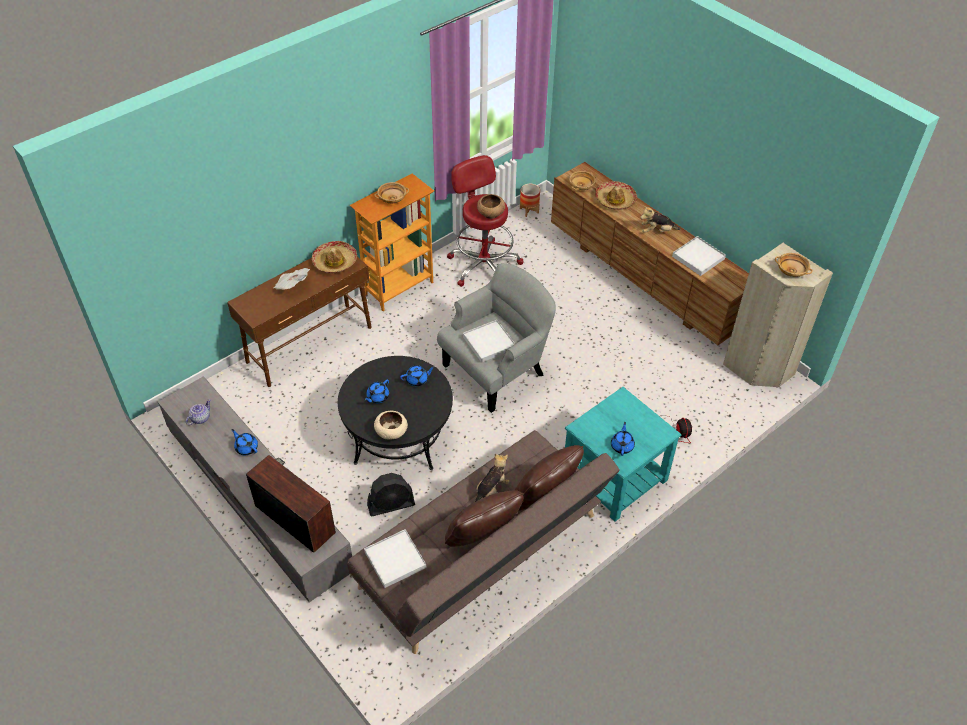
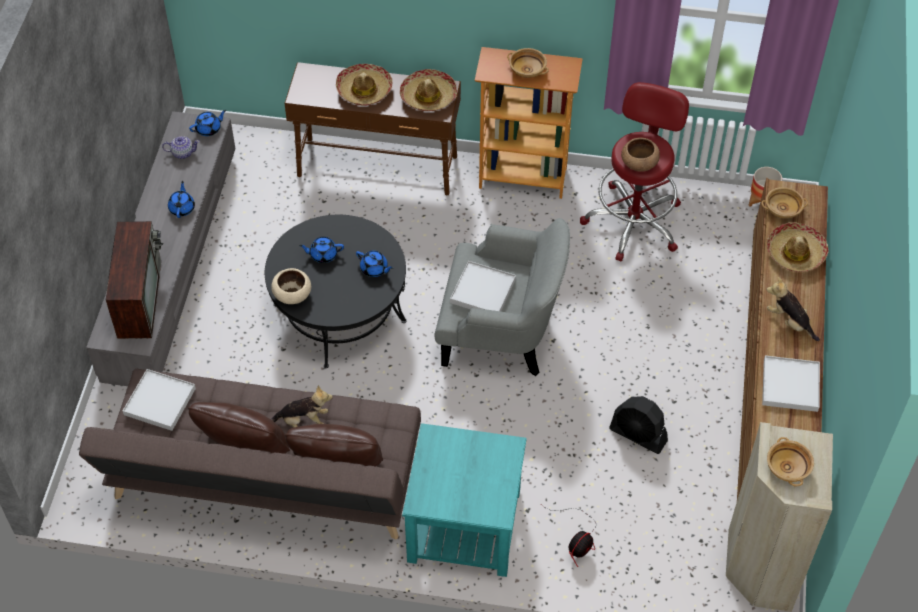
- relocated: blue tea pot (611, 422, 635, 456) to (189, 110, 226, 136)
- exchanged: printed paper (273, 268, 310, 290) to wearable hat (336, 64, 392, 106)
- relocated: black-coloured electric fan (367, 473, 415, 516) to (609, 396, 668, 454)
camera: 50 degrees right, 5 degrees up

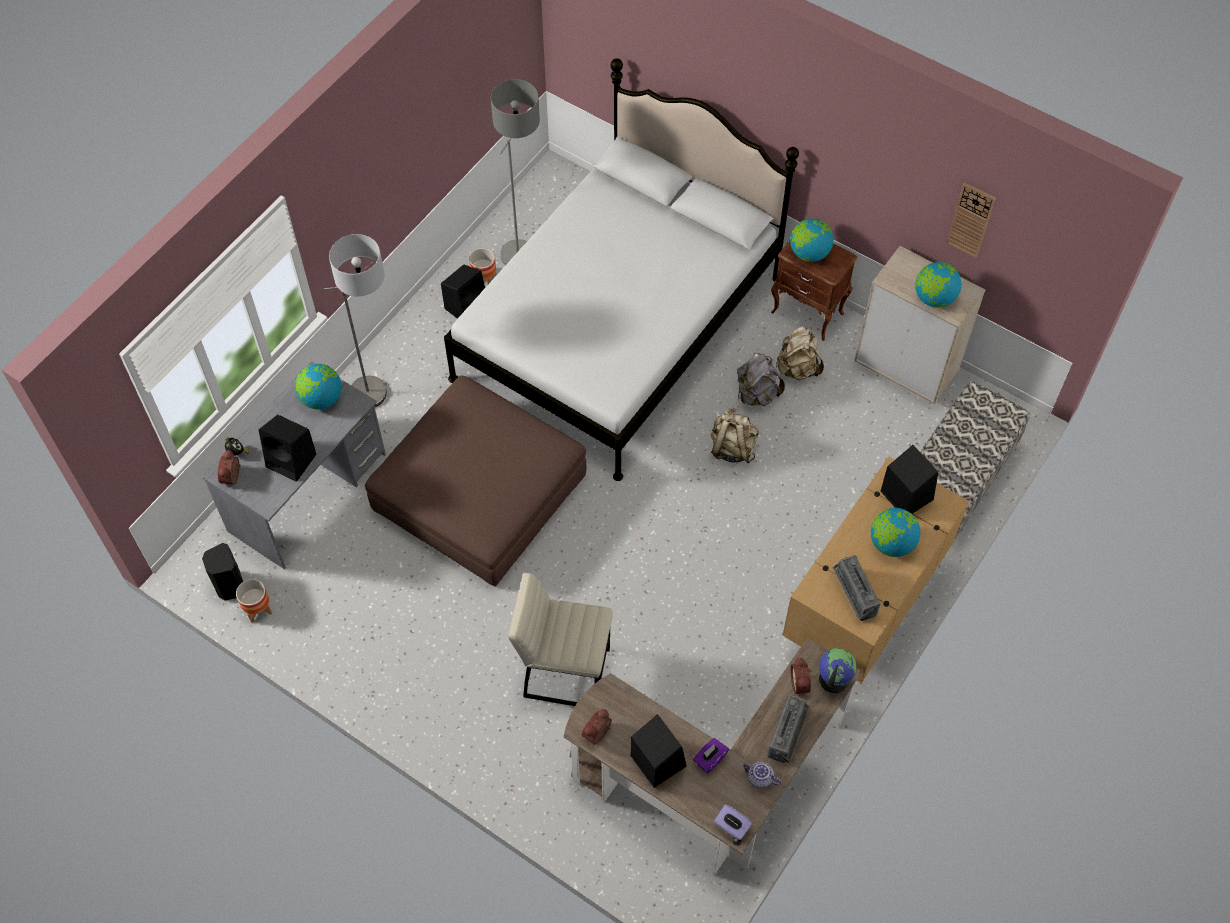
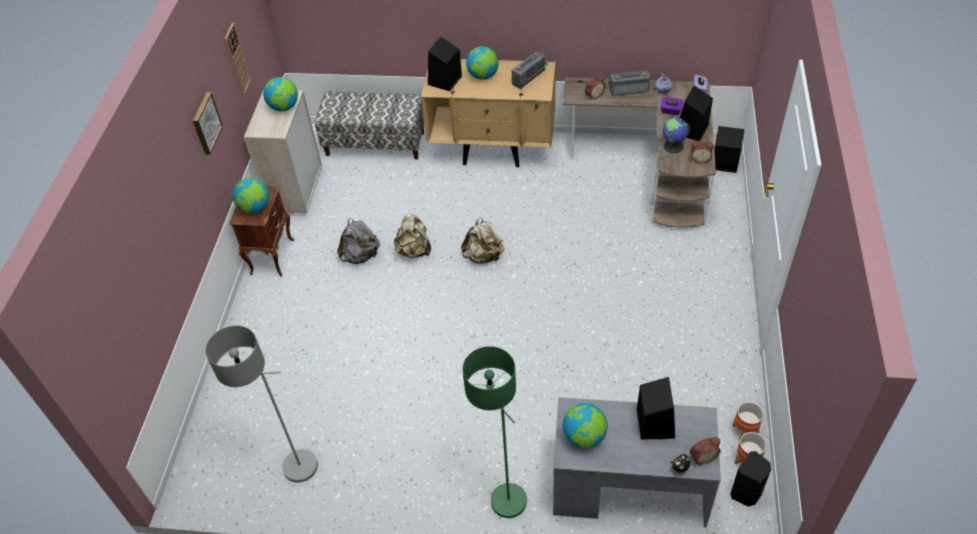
- appeared: wall art (193, 92, 223, 154)
- relocated: beige backpack (776, 326, 824, 380) to (461, 217, 504, 264)
- colour: greyish standing lamp (324, 234, 387, 407) to green standing lamp (463, 346, 527, 518)
- relocated: desk globe (819, 648, 856, 693) to (663, 118, 690, 153)
- relocated: black-coloured audio speaker (441, 265, 485, 319) to (714, 126, 744, 173)
- relocated: flower pot (469, 248, 497, 285) to (732, 402, 764, 441)
- missing: brown footrest (365, 375, 586, 587)
- missing: white-coloured bedroom bed (444, 58, 799, 481)
- missing: beige chair (508, 573, 613, 706)
camera: 115 degrees left, 10 degrees down

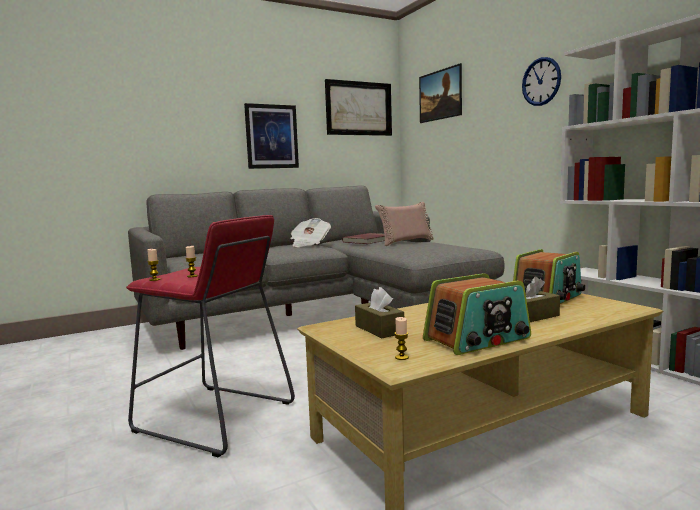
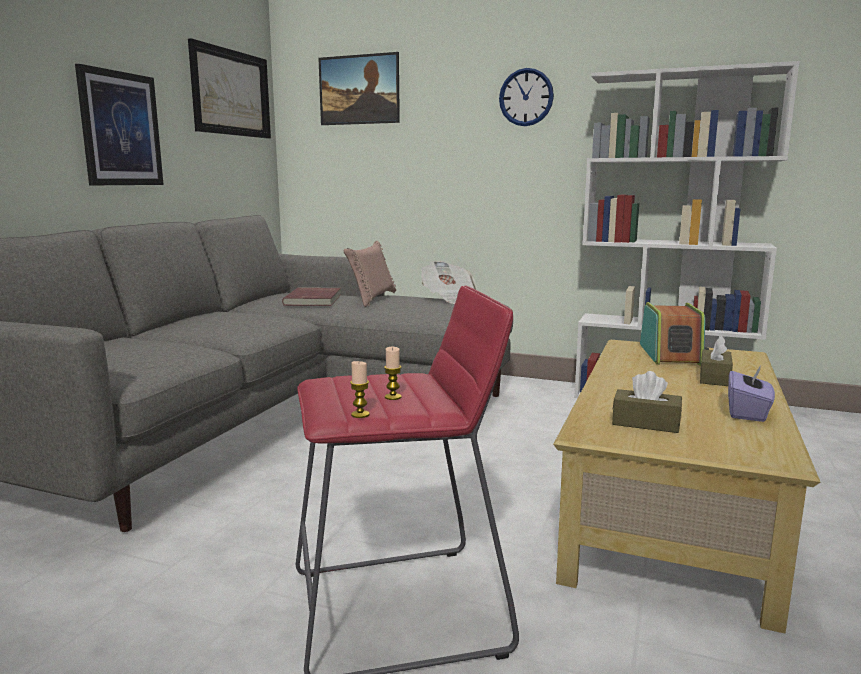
- relocated: printed paper (290, 218, 331, 247) to (421, 261, 478, 304)
- exchanged: radio set (423, 273, 531, 355) to purplish tissue box (728, 366, 775, 422)
- missing: candle (394, 317, 409, 360)
camera: 40 degrees left, 5 degrees up

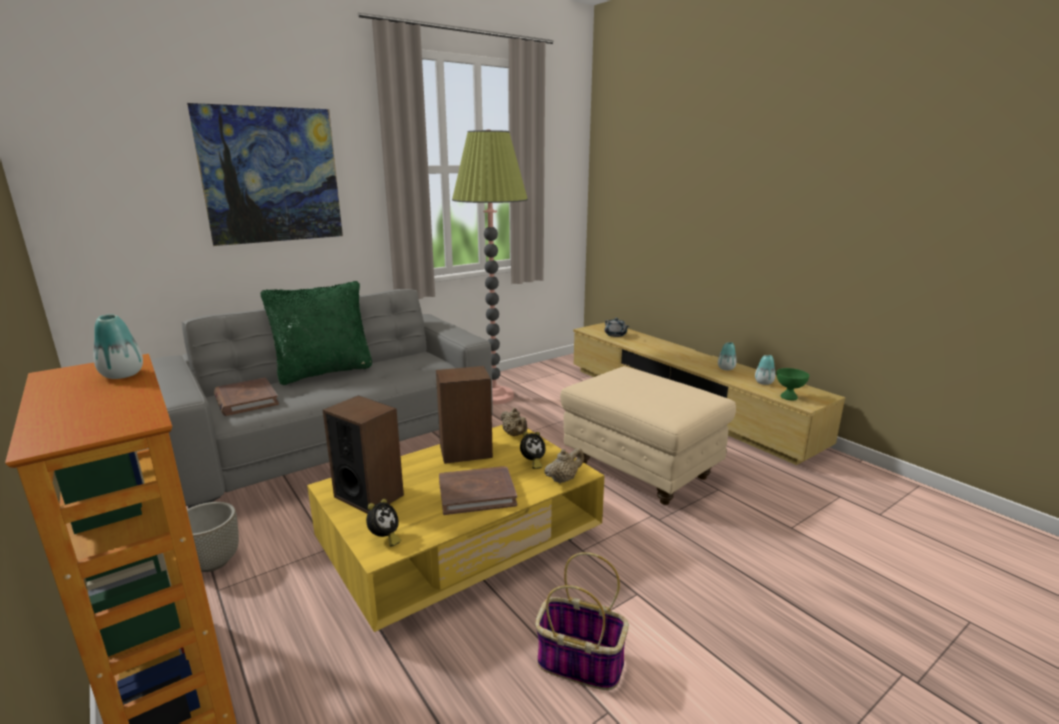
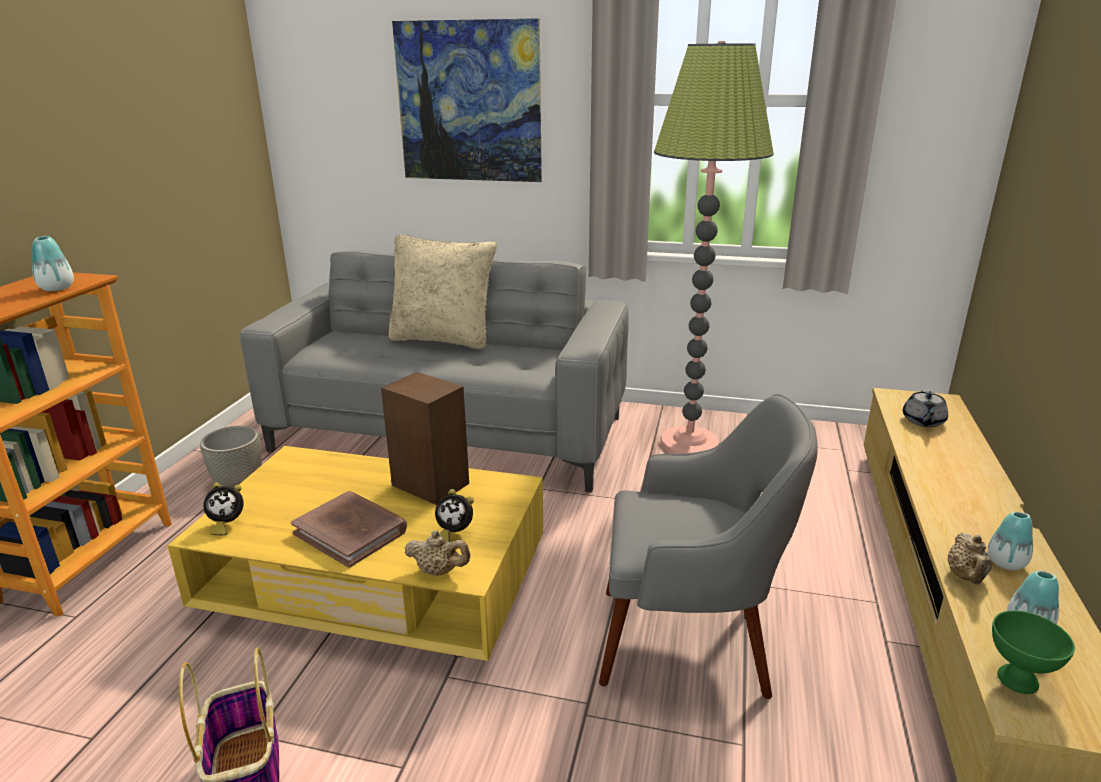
- colour: green pillow (260, 281, 372, 385) to beige pillow (389, 234, 498, 349)
- exchanged: beige footrest (560, 366, 736, 505) to greyish easy chair (599, 394, 818, 699)
- relocated: beige tea pot (501, 408, 527, 436) to (948, 533, 992, 584)
- missing: brown volume (214, 378, 279, 416)
- missing: audio speaker (323, 395, 404, 514)
camera: 50 degrees right, 5 degrees up

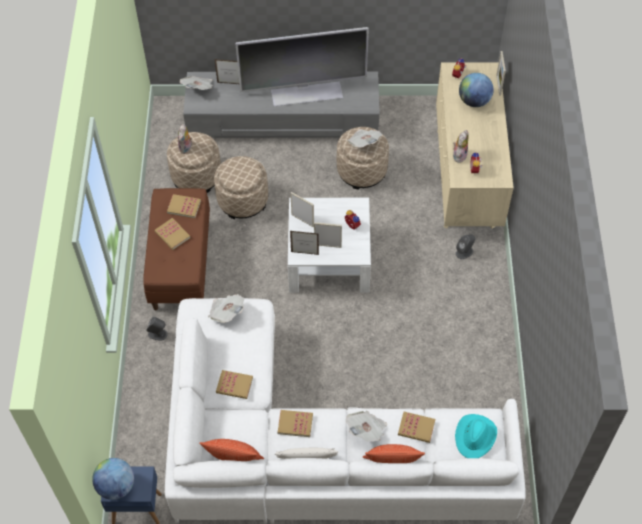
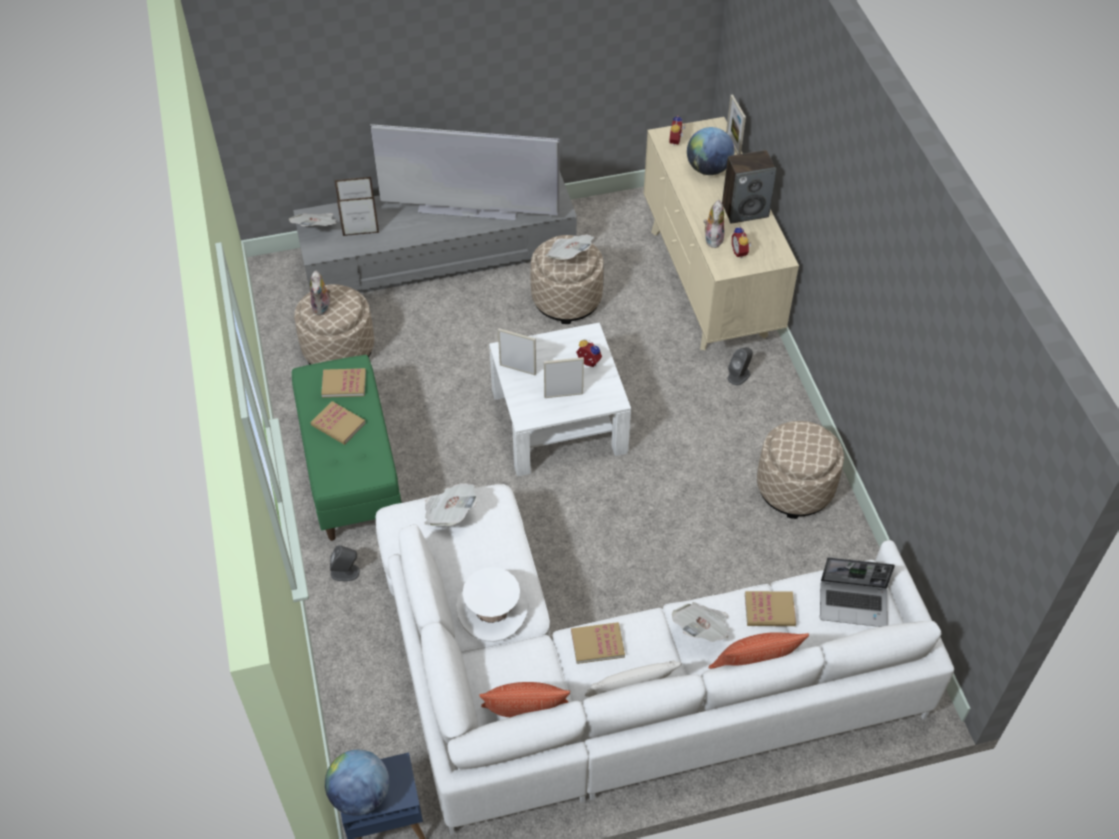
- colour: brown long seat (143, 188, 210, 310) to green long seat (292, 355, 402, 541)
- relocated: picture frame (290, 231, 319, 255) to (337, 197, 379, 236)
- spun: television (235, 27, 369, 106) = (370, 124, 559, 220) 150 degrees counterclockwise
- exchanged: volume (216, 370, 253, 399) to white-coloured wearable hat (456, 567, 529, 642)
- appeared: audio speaker (722, 150, 777, 224)
- relocated: beige footrest (214, 156, 268, 219) to (757, 421, 844, 519)
- exchanged: turquoise wearable hat (455, 414, 497, 458) to laptop (820, 557, 895, 627)
camera: 15 degrees left, 5 degrees down

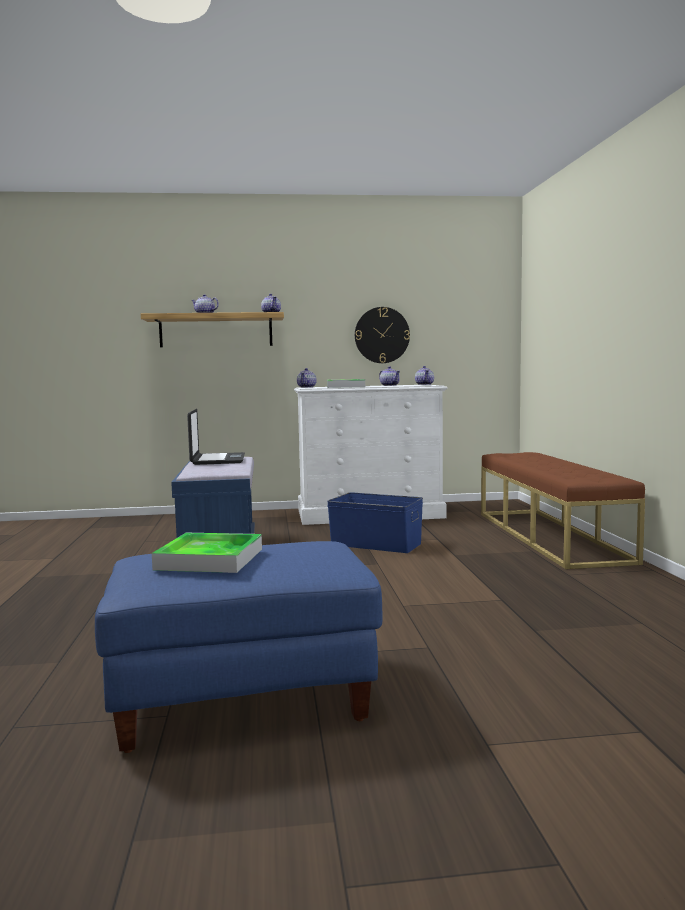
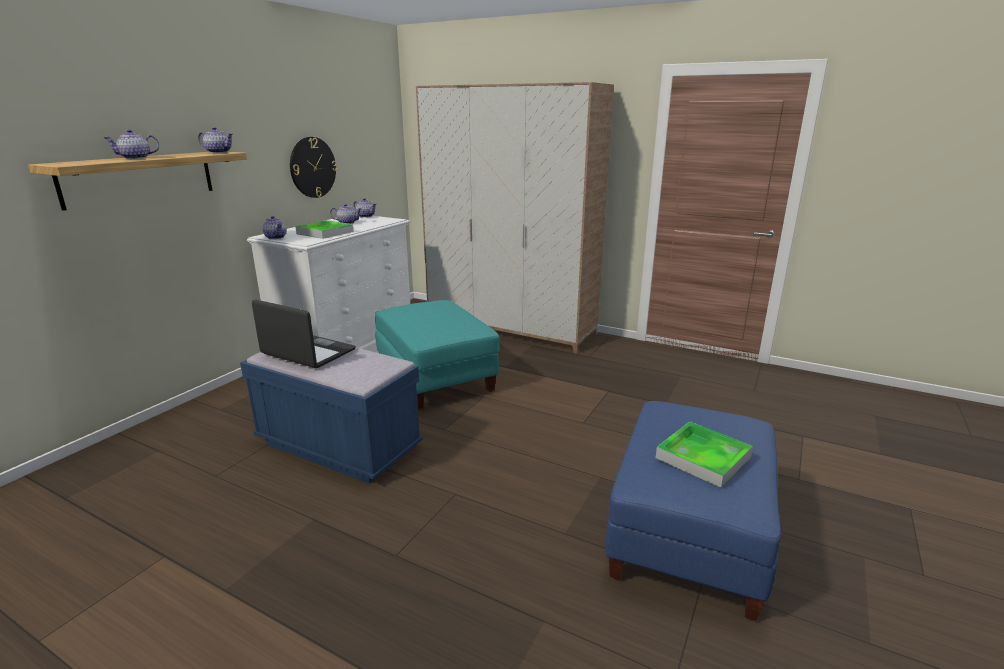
- exchanged: blue storage bin (327, 492, 423, 553) to turquoise footrest (375, 300, 499, 410)
- exchanged: brown long seat (481, 452, 645, 569) to white-coloured wardrobe (416, 82, 614, 354)
camera: 55 degrees left, 15 degrees up

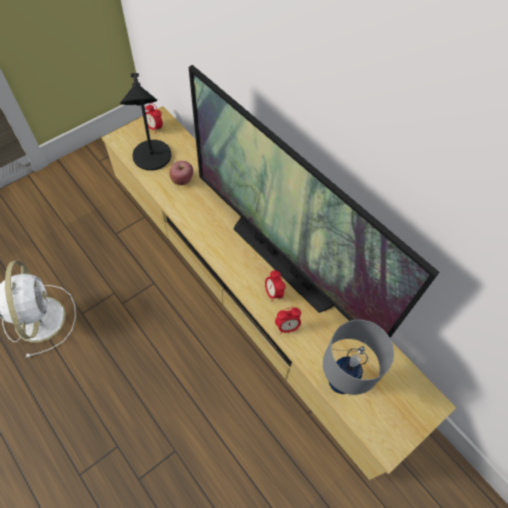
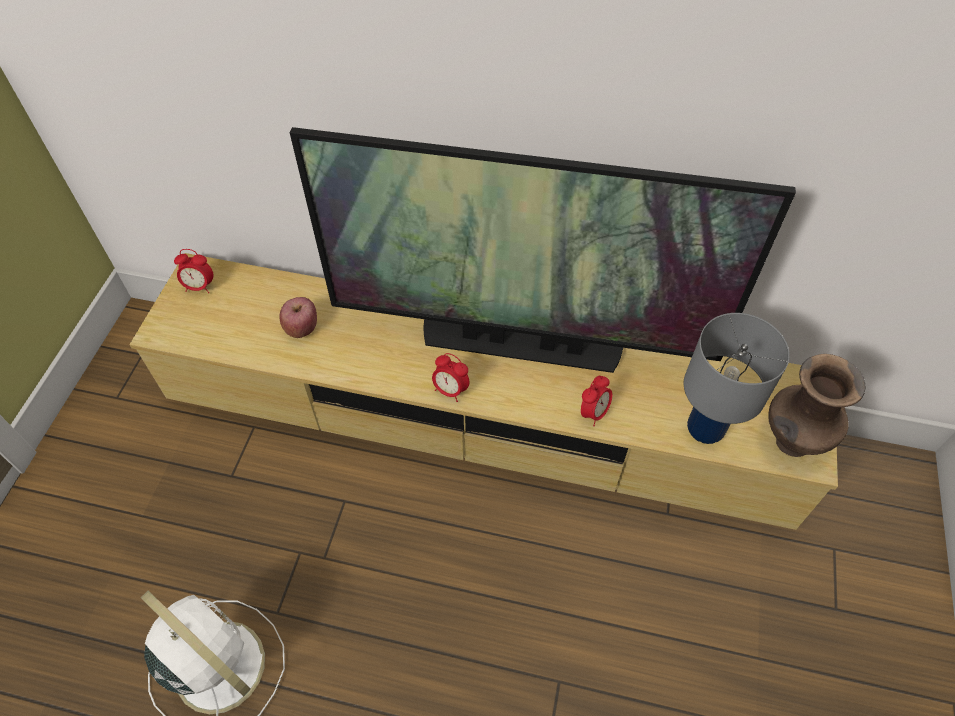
- relocated: alarm clock (265, 270, 286, 302) to (432, 353, 470, 402)
- appeared: brown decorative vase (768, 354, 865, 457)
- missing: black-coloured table lamp (120, 73, 171, 171)
camera: 35 degrees left, 5 degrees down

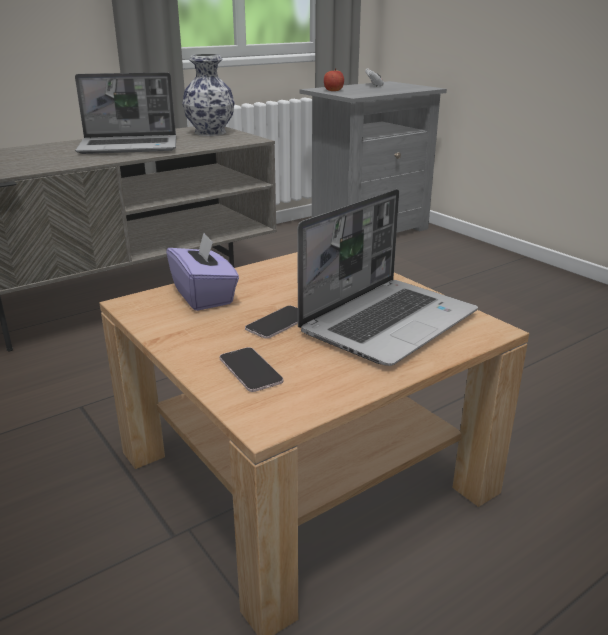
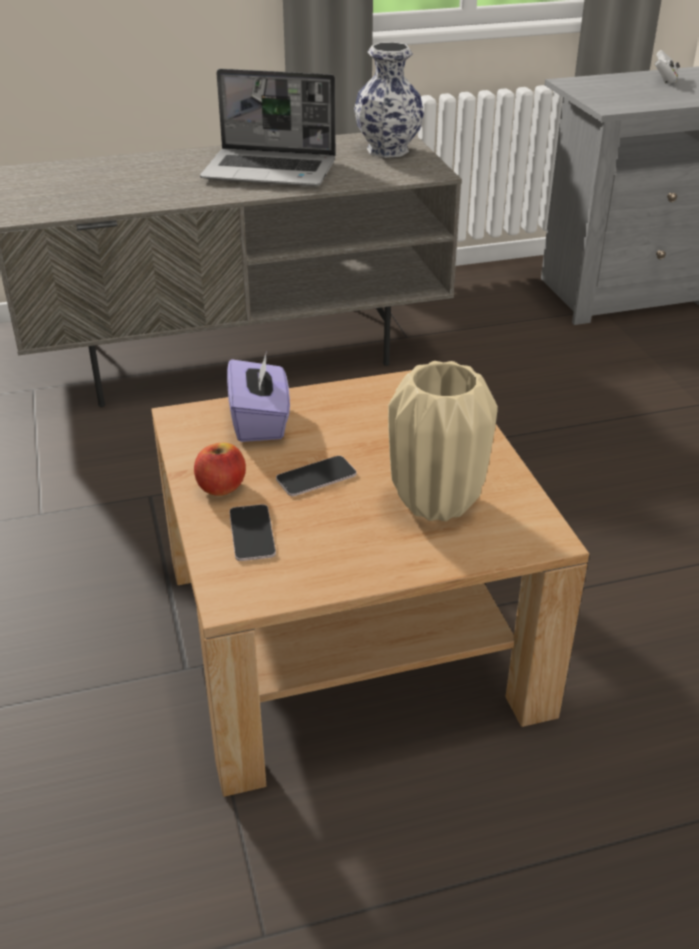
- relocated: apple fruit (324, 68, 344, 91) to (194, 443, 246, 496)
- exchanged: laptop (298, 189, 478, 366) to beige decorative vase (388, 361, 498, 521)
camera: 20 degrees right, 10 degrees up

